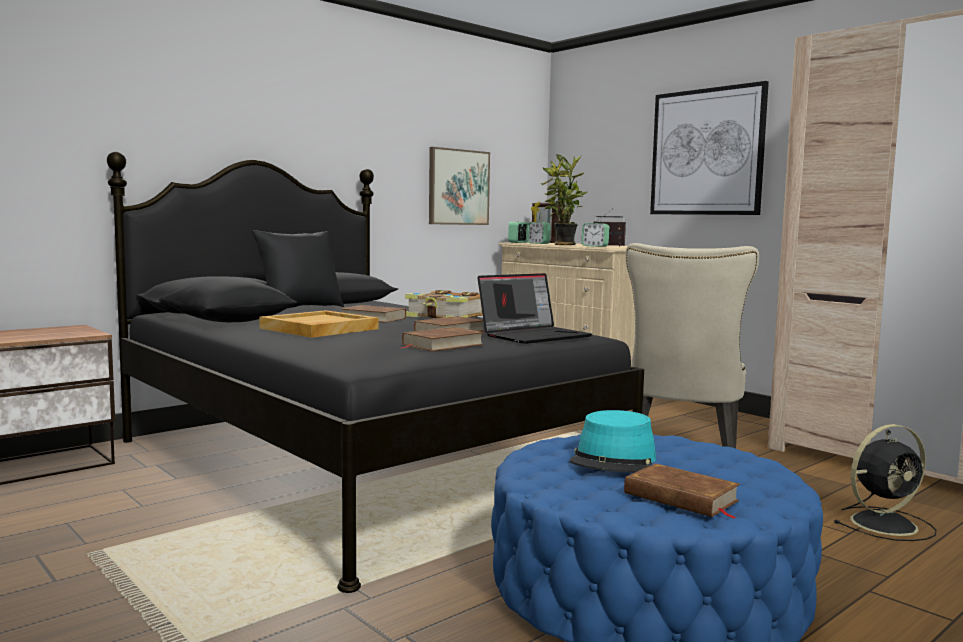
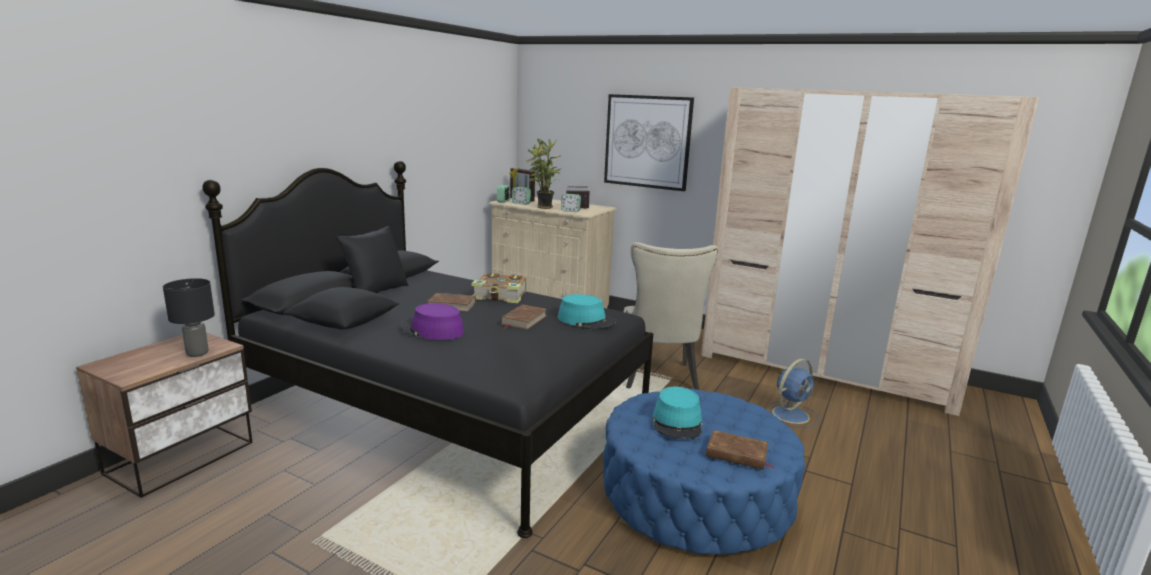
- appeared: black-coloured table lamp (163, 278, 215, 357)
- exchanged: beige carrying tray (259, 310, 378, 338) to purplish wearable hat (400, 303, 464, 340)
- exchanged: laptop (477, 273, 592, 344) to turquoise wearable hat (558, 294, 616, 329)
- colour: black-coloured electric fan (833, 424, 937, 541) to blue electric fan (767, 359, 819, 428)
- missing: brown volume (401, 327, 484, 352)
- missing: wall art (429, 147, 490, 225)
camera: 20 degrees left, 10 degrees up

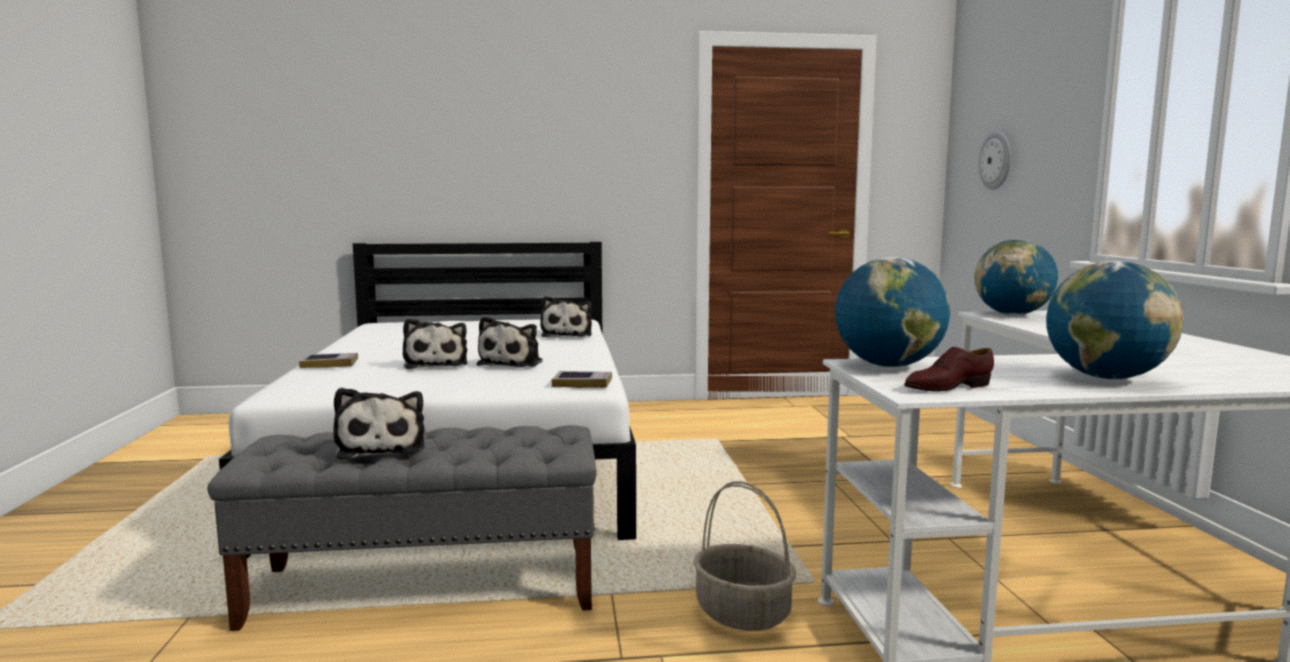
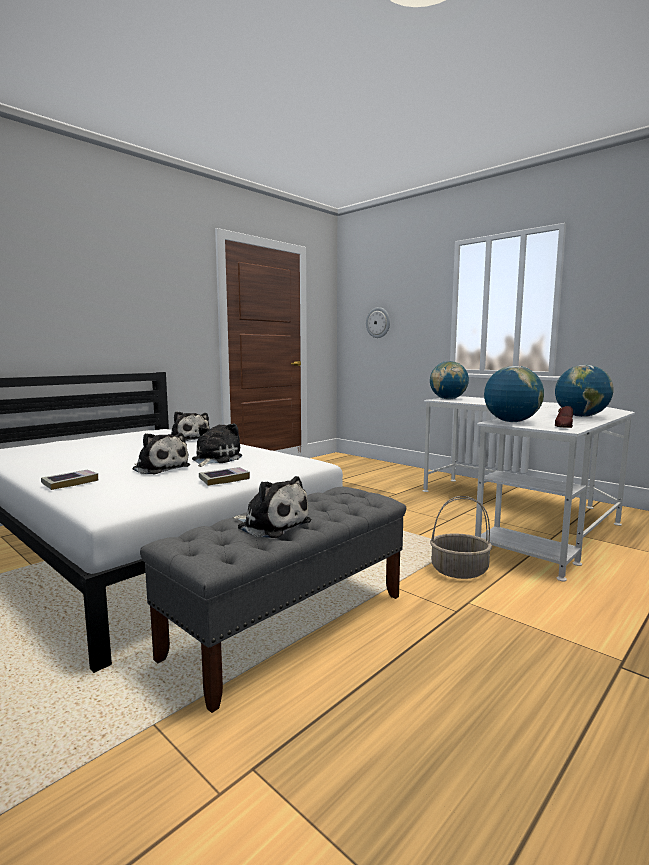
- spun: cuddly toy (477, 316, 543, 367) = (192, 423, 242, 467) 135 degrees counterclockwise
- relocated: volume (552, 371, 612, 388) to (199, 467, 250, 486)
camera: 40 degrees left, 0 degrees up

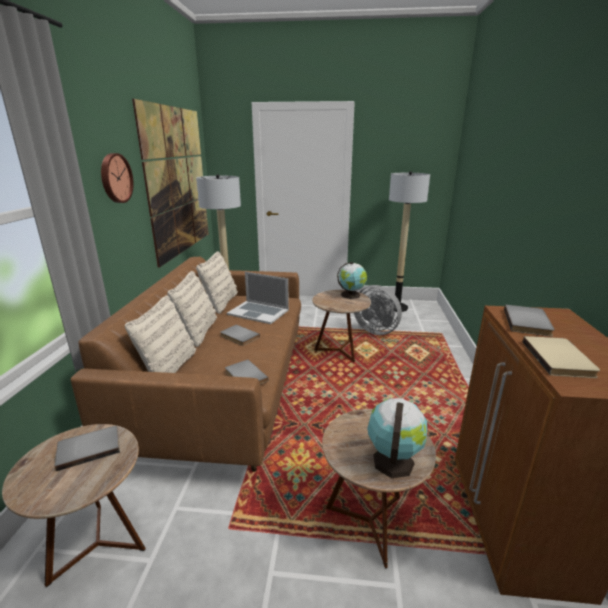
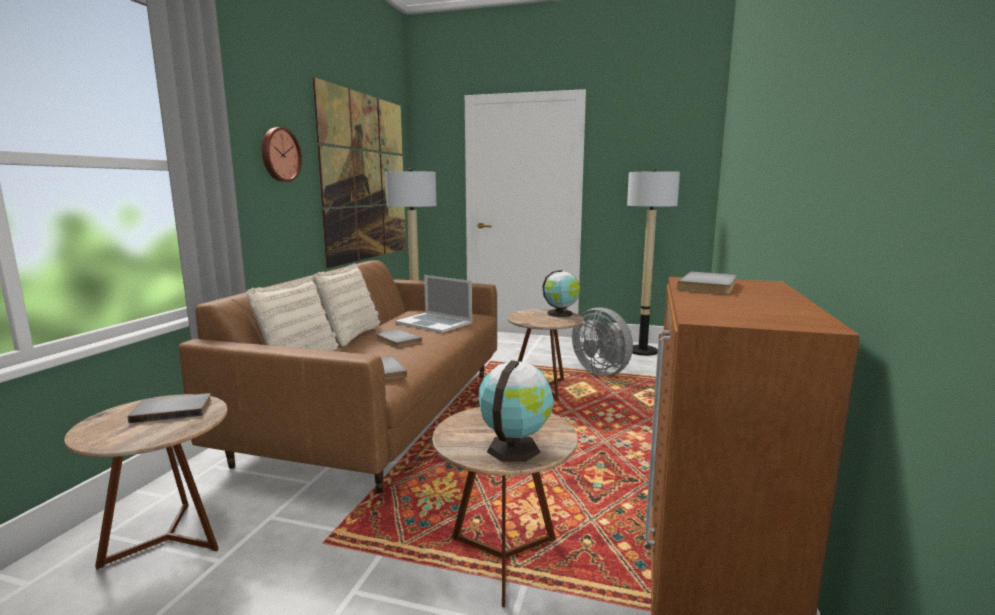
- missing: beige pillow (196, 251, 238, 314)
- missing: beige volume (523, 336, 600, 378)
camera: 10 degrees right, 10 degrees down

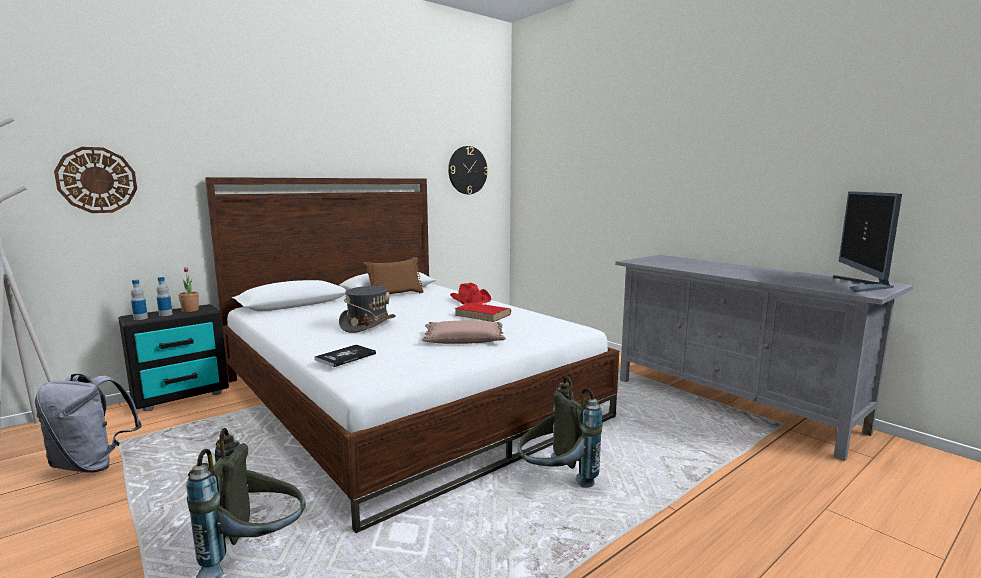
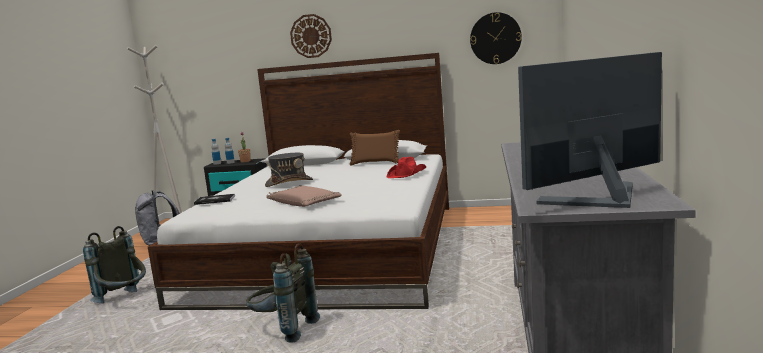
- relocated: clock on the wall (54, 147, 137, 213) to (290, 14, 332, 58)
- missing: red volume (455, 303, 511, 322)
camera: 50 degrees right, 0 degrees up

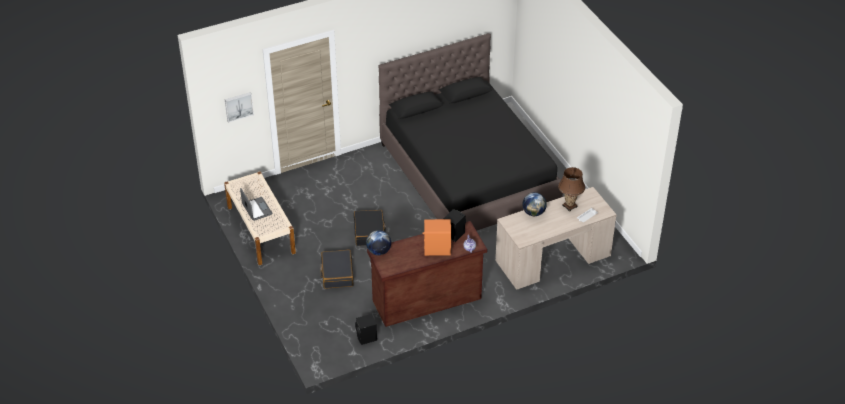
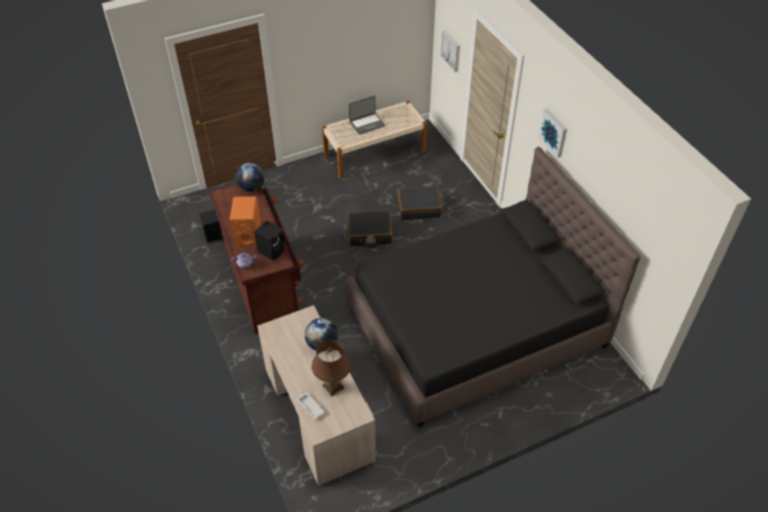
- relocated: black-coloured travel case (320, 250, 353, 289) to (397, 186, 442, 220)
- appeared: wall art (539, 109, 567, 158)
camera: 90 degrees right, 5 degrees up

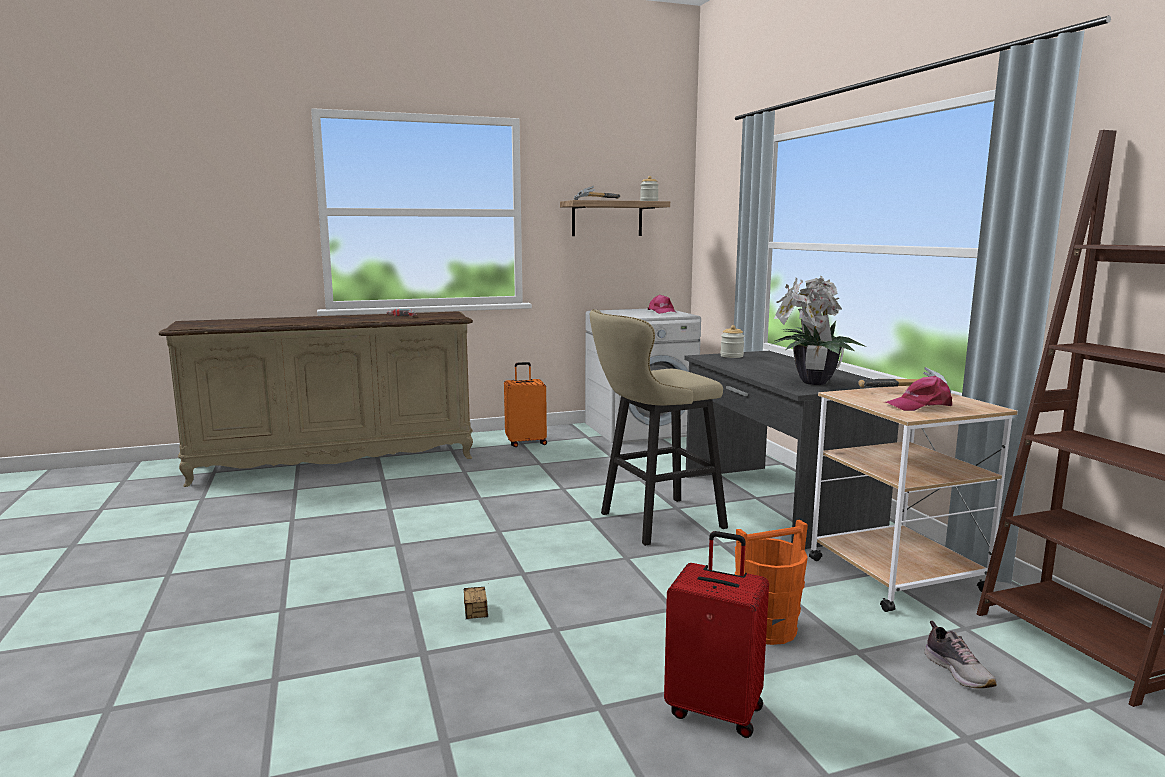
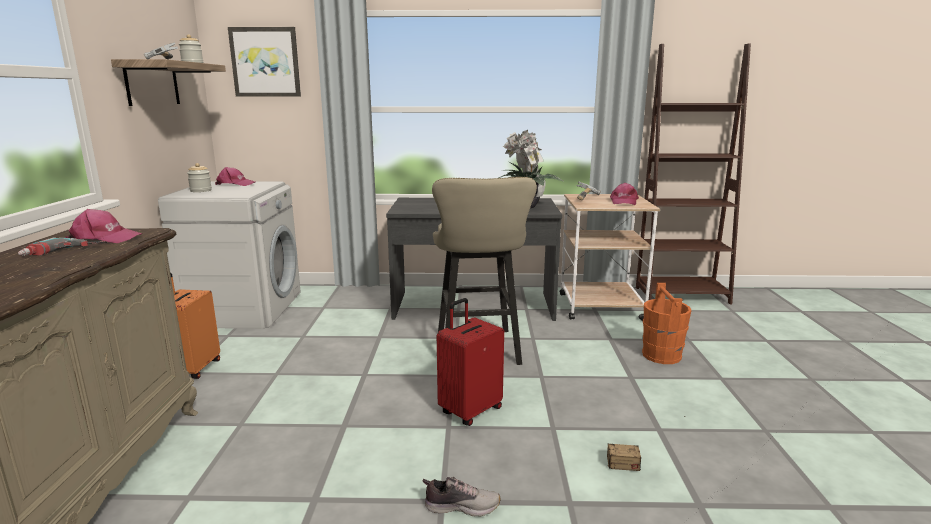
- appeared: pinkish baseball cap (65, 209, 142, 243)
- relocated: jar (720, 325, 745, 358) to (187, 163, 212, 192)
- appeared: wall art (228, 27, 301, 97)
- relocated: shoe (925, 621, 997, 688) to (423, 477, 501, 517)
- relocated: red travel case (664, 531, 769, 738) to (437, 298, 504, 426)
camera: 70 degrees left, 5 degrees up

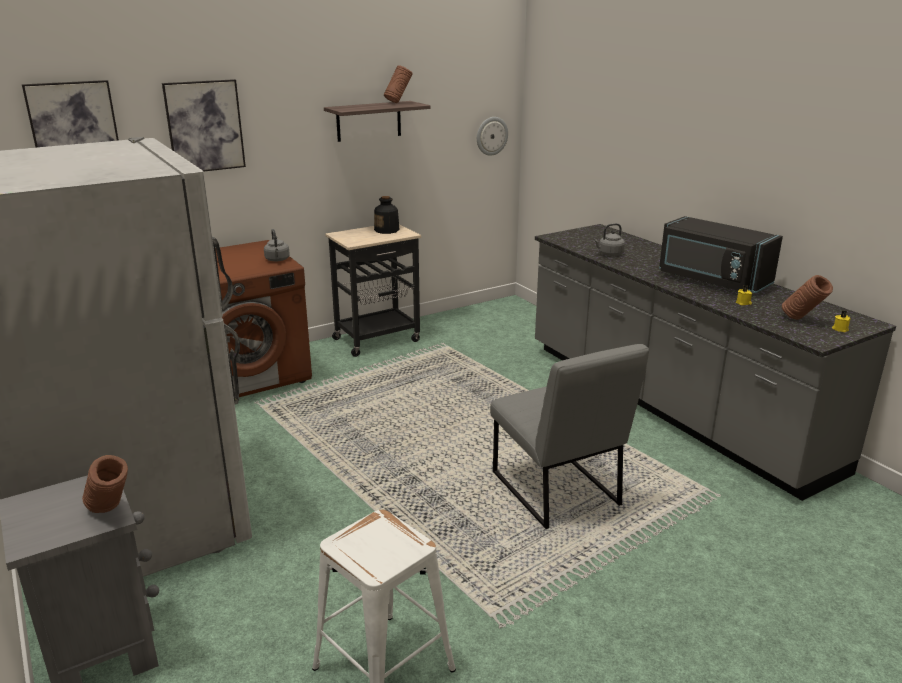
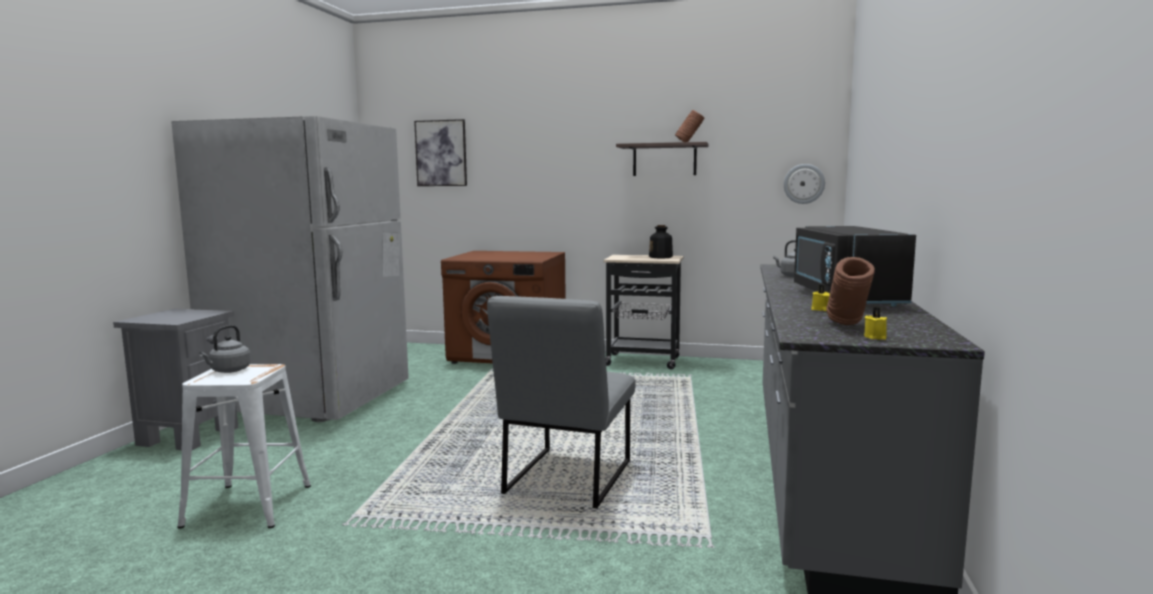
- relocated: greyish water kettle (264, 229, 290, 262) to (199, 325, 251, 373)
- missing: brown decorative vase (82, 455, 128, 513)
- missing: wall art (162, 79, 246, 172)
camera: 45 degrees right, 15 degrees down

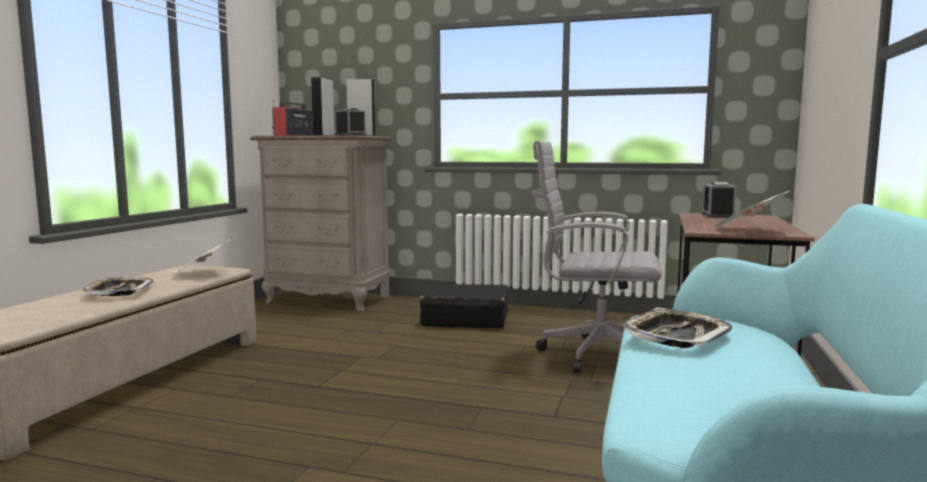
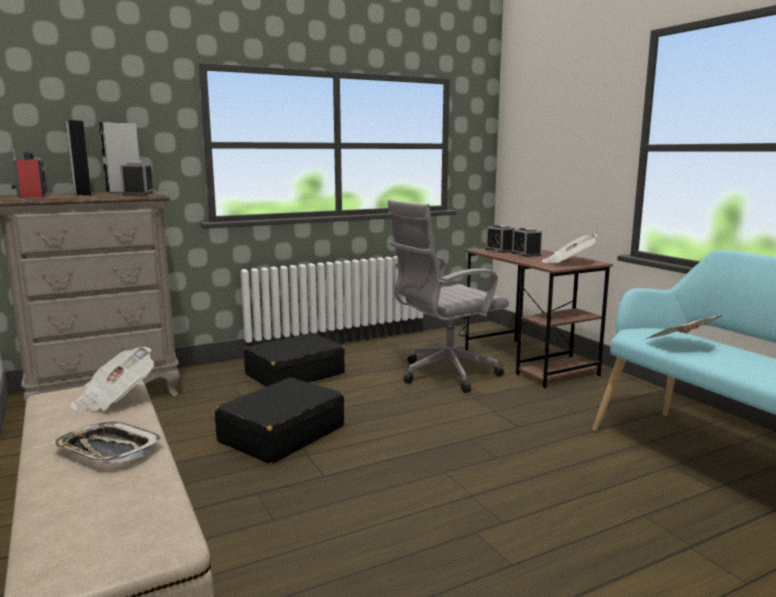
- appeared: black-coloured travel case (215, 377, 344, 464)
- appeared: alarm clock (511, 227, 542, 257)
- exchanged: carrying tray (623, 307, 732, 348) to printed paper (645, 315, 723, 339)
camera: 45 degrees left, 5 degrees up

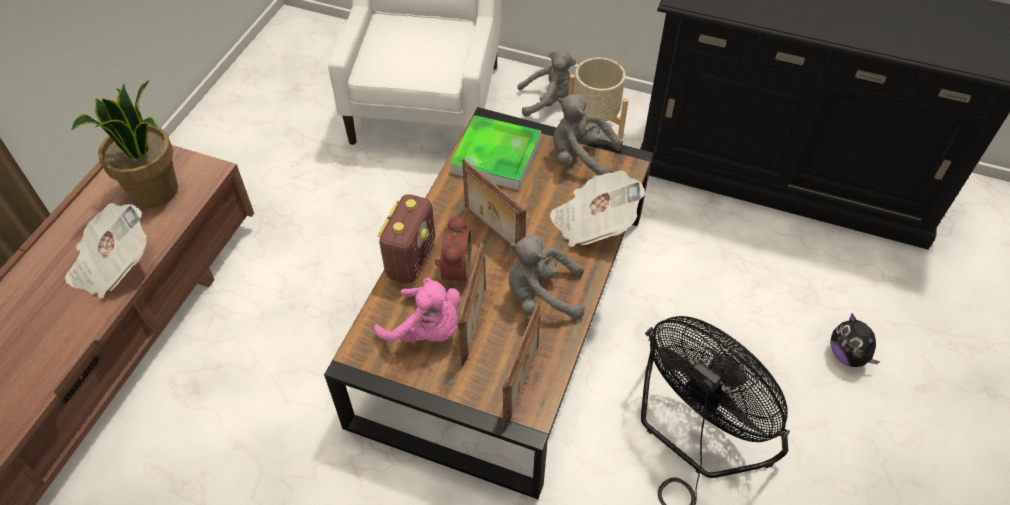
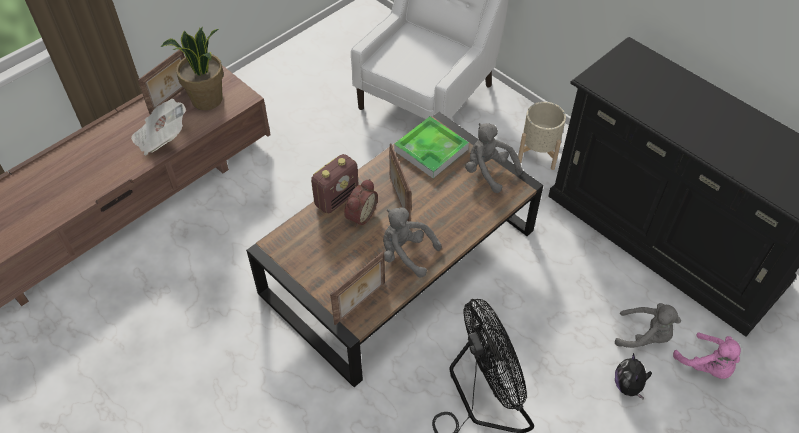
- relocated: picture frame (458, 242, 486, 366) to (138, 50, 185, 114)
- relocated: greyish cuddly toy (517, 50, 576, 117) to (615, 303, 681, 348)
- relocated: pinkish cuddly toy (374, 278, 461, 342) to (673, 333, 741, 379)
- missing: printed paper (550, 170, 645, 247)
camera: 25 degrees right, 0 degrees up

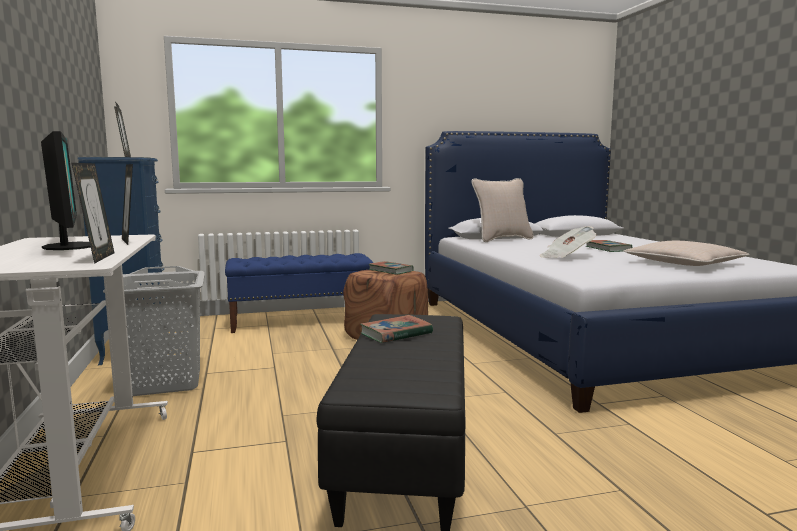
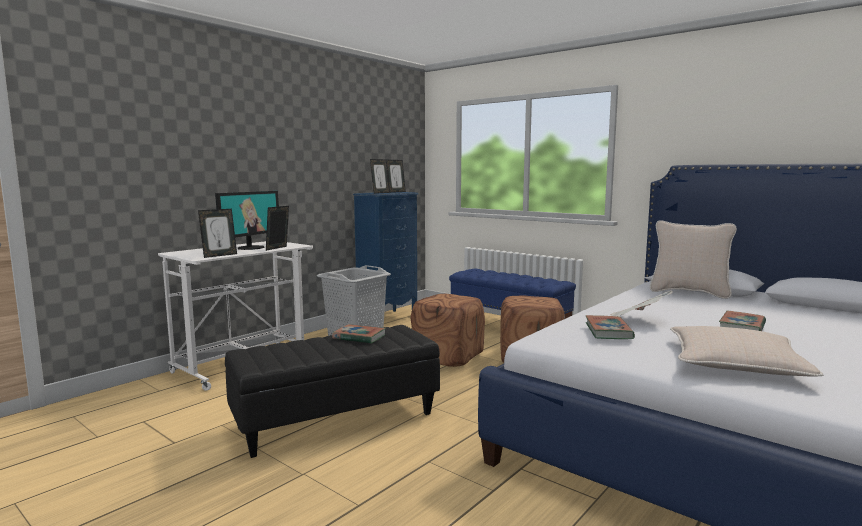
- appeared: brown footrest (410, 294, 485, 367)
- relocated: volume (369, 261, 414, 275) to (586, 315, 635, 339)
camera: 55 degrees right, 0 degrees up

